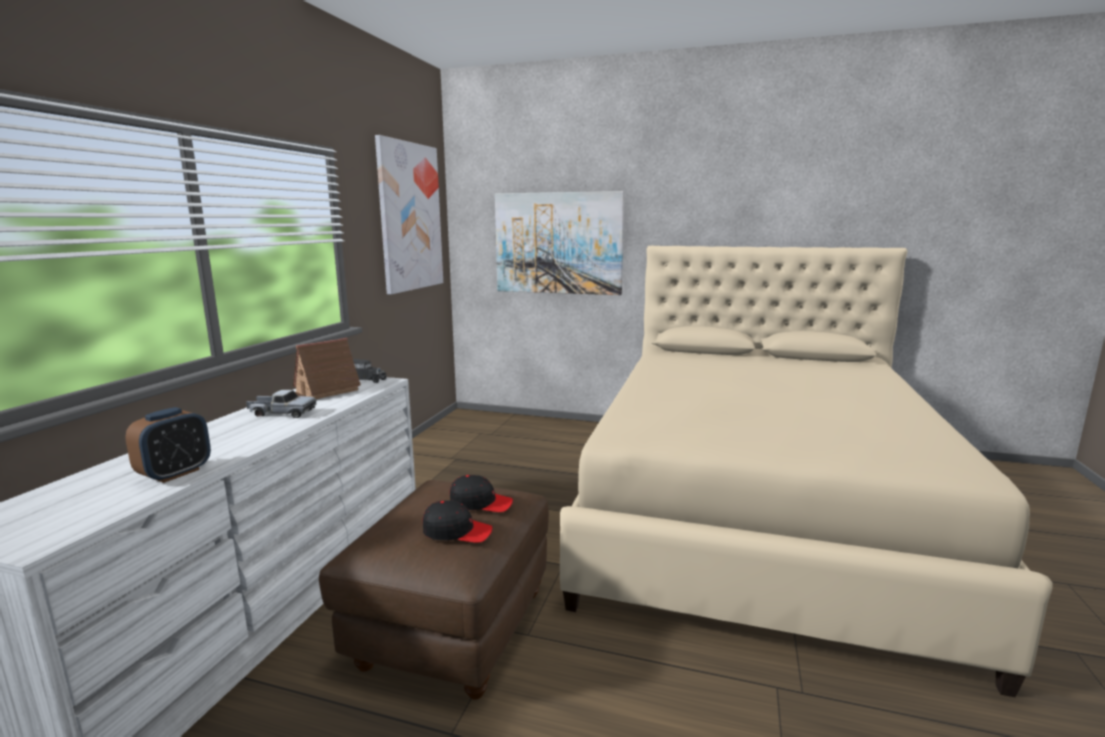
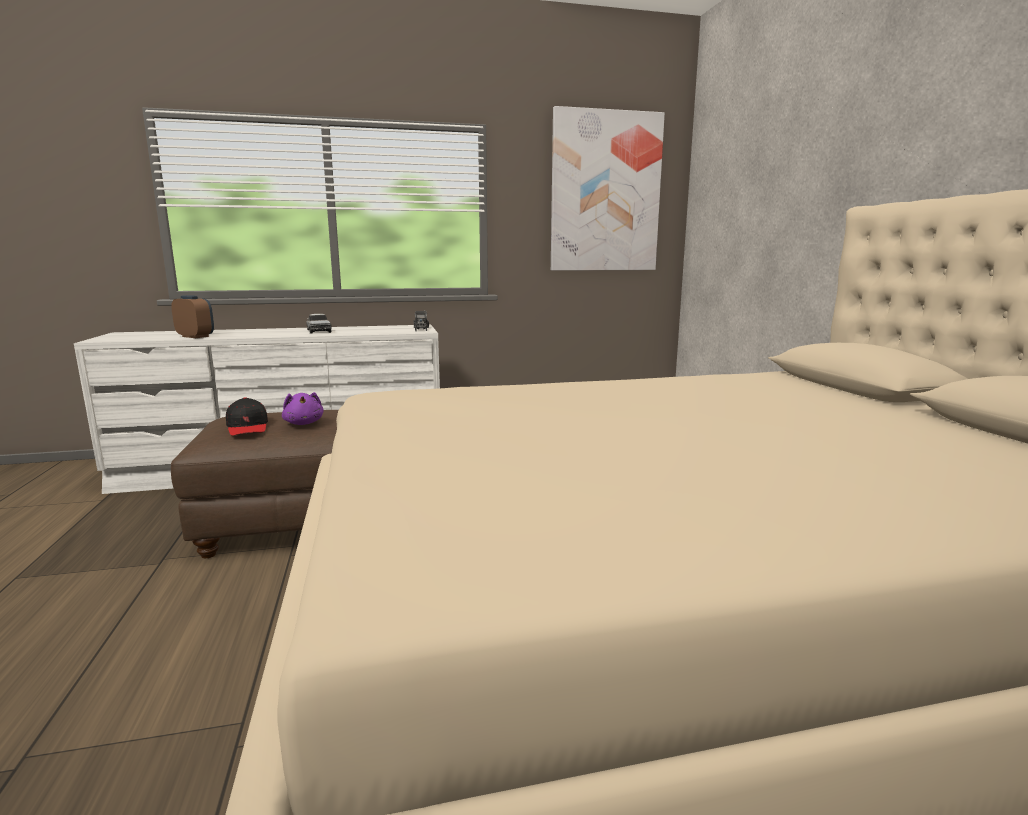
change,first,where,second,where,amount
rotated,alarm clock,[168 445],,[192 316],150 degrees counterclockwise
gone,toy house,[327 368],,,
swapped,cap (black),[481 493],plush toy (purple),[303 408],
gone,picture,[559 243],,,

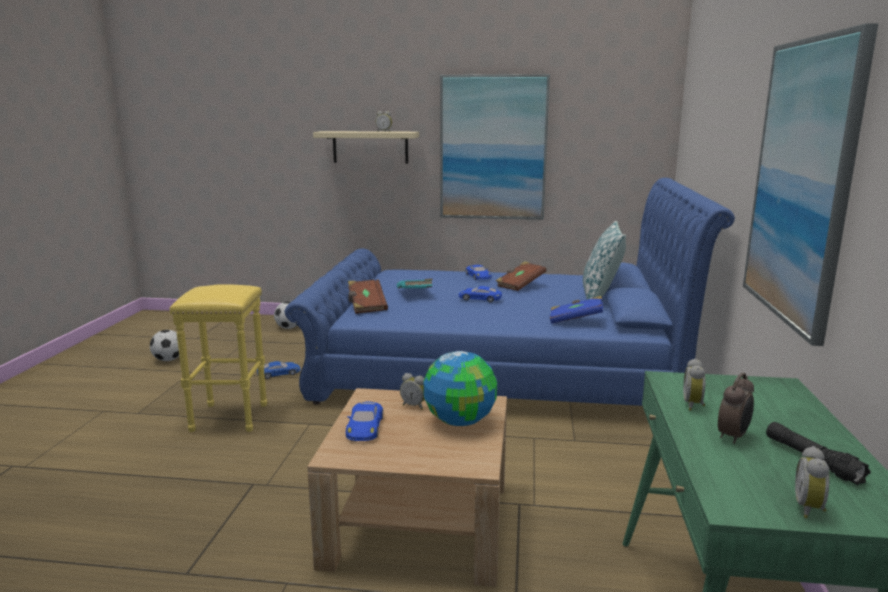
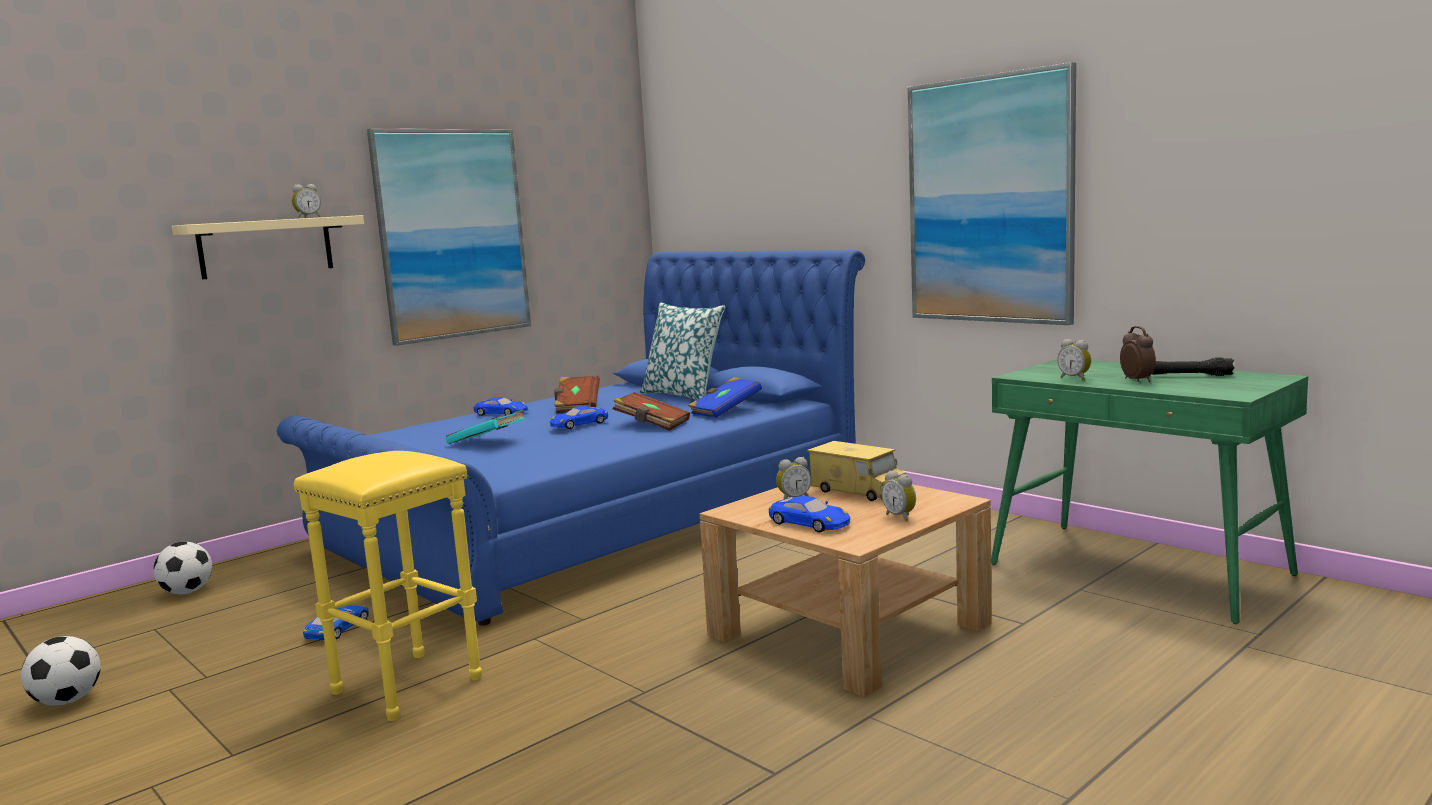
change,first,where,second,where,amount
shifted,book (brown),[368 297],,[651 411],
swapped,globe,[460 388],toy truck,[856 471],
shifted,alarm clock,[812 482],,[899 496],

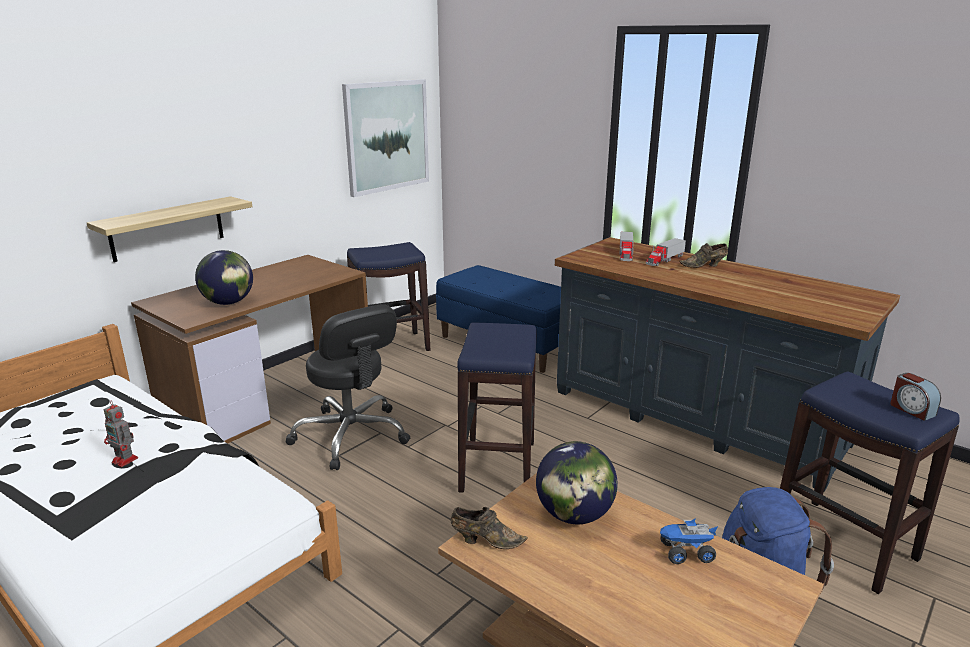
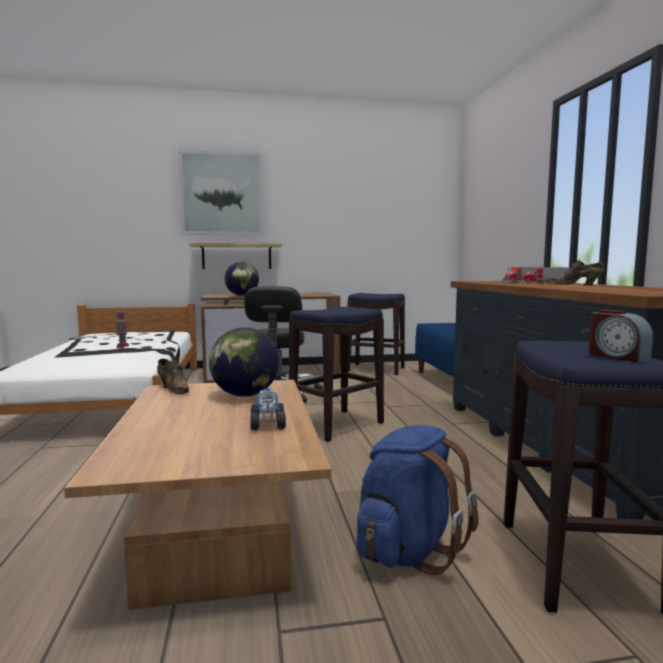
change,first,where,second,where,amount
shifted,picture,[385 138],,[220 192],
rotated,toy truck,[689 541],,[268 408],45 degrees clockwise
rotated,alarm clock,[915 397],,[620 336],45 degrees counterclockwise

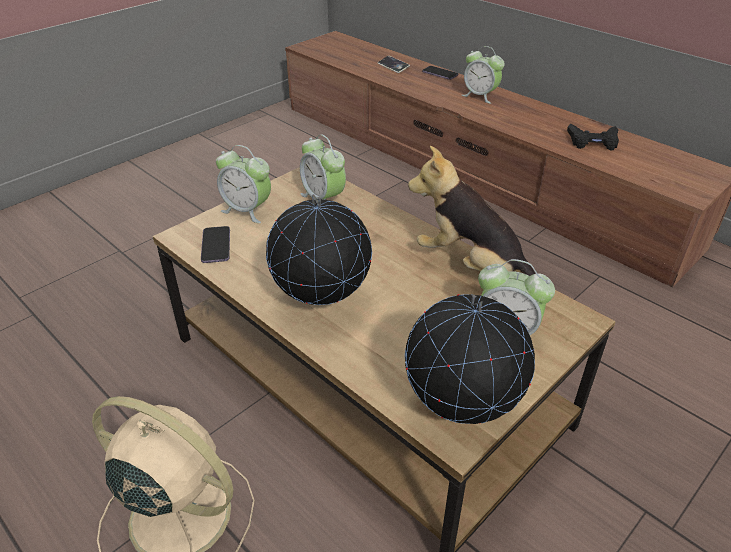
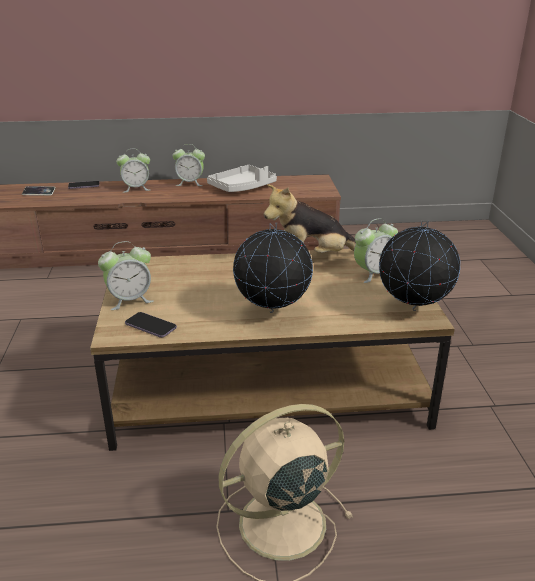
change,first,where,second,where,amount
shifted,alarm clock,[323 166],,[188 165],
swapped,game controller (black),[593 137],tray (grey),[242 178],

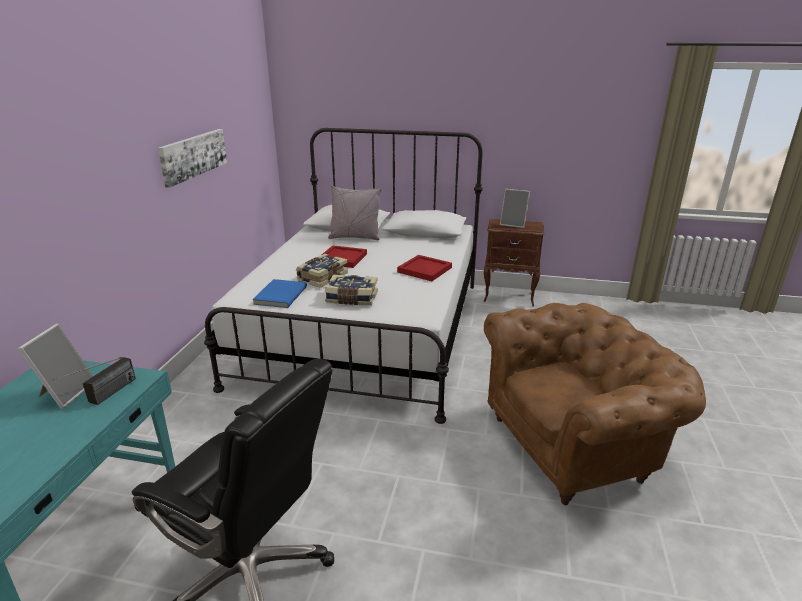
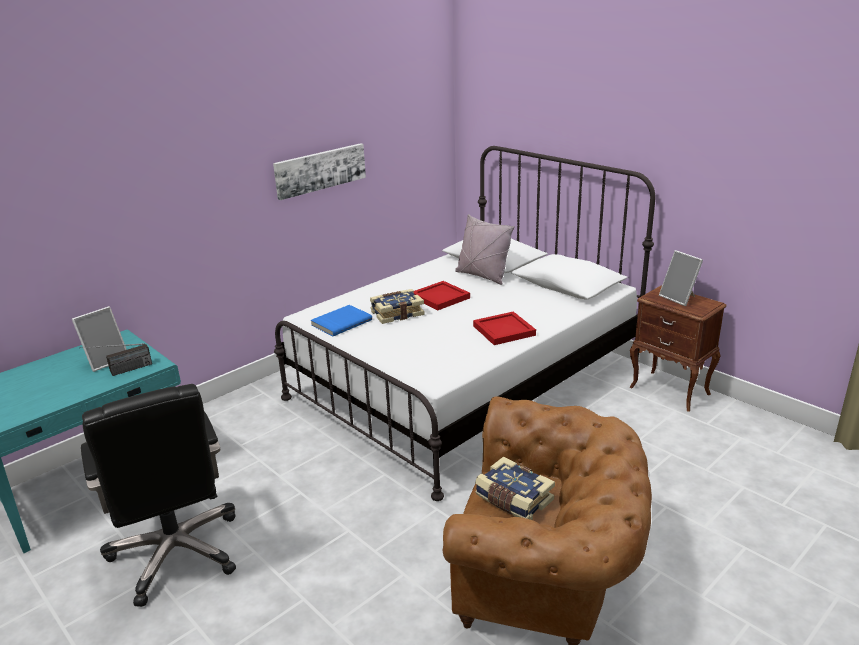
change,first,where,second,where,amount
shifted,book,[351 290],,[515 488],

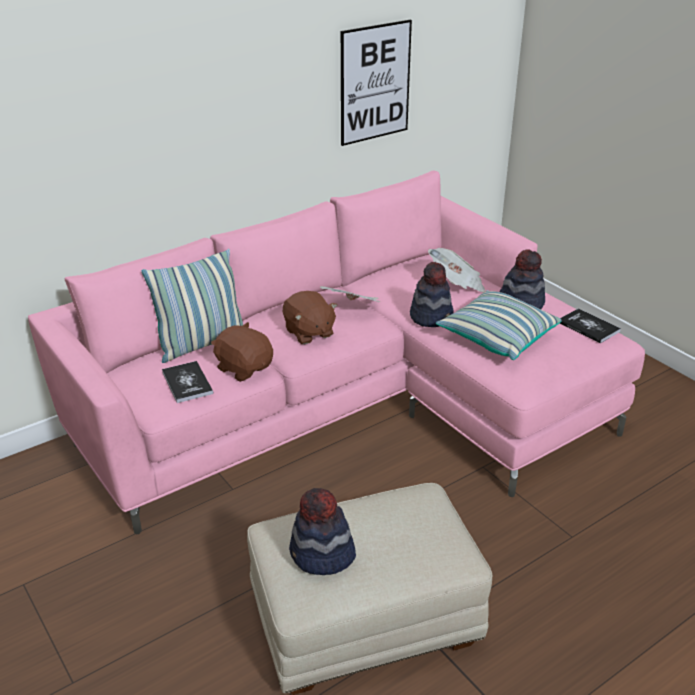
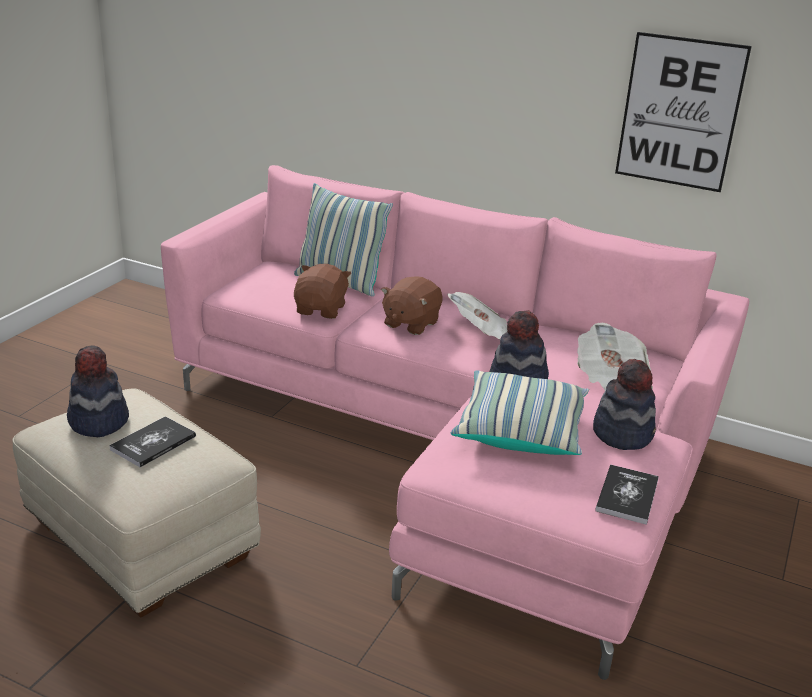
change,first,where,second,where,amount
shifted,book,[187 382],,[152 441],

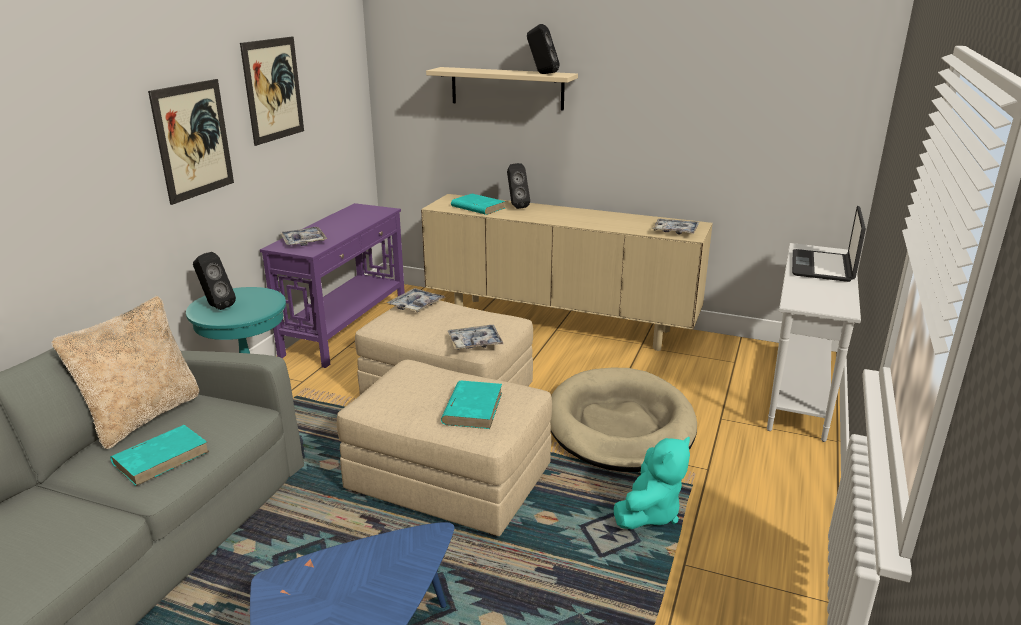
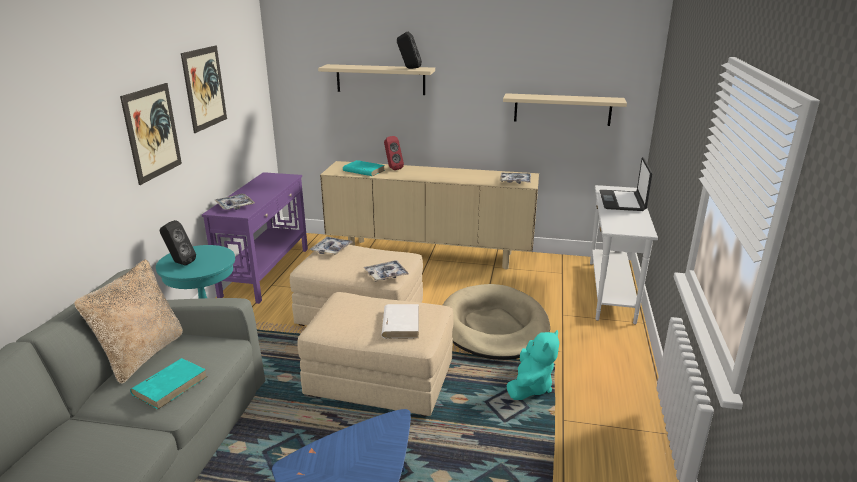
change,first,where,second,where,amount
repainted,book (turquoise),[471 405],book (white),[400 321],
repainted,speaker (black),[518 186],speaker (red),[394 153],
new,,,shelf (beige),[565 109],

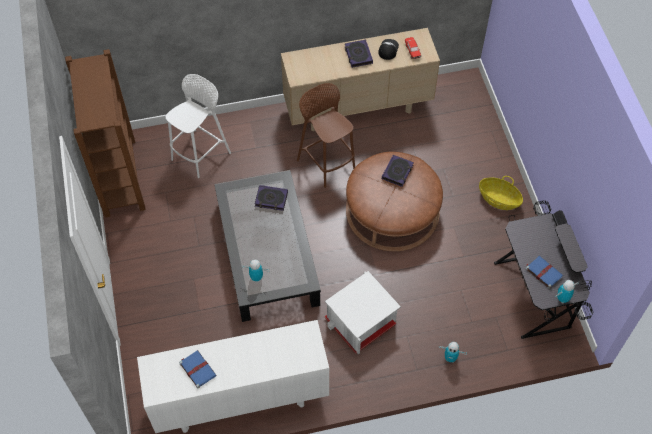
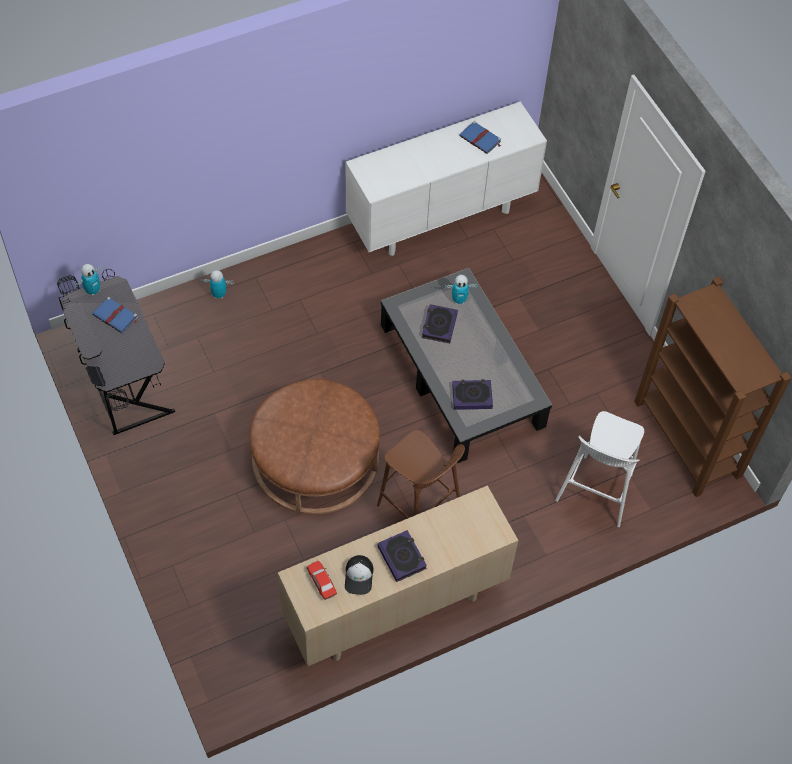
change,first,where,second,where,amount
gone,storage box (white),[363 312],,,
shifted,book,[398 171],,[440 323],
gone,basket,[501 193],,,

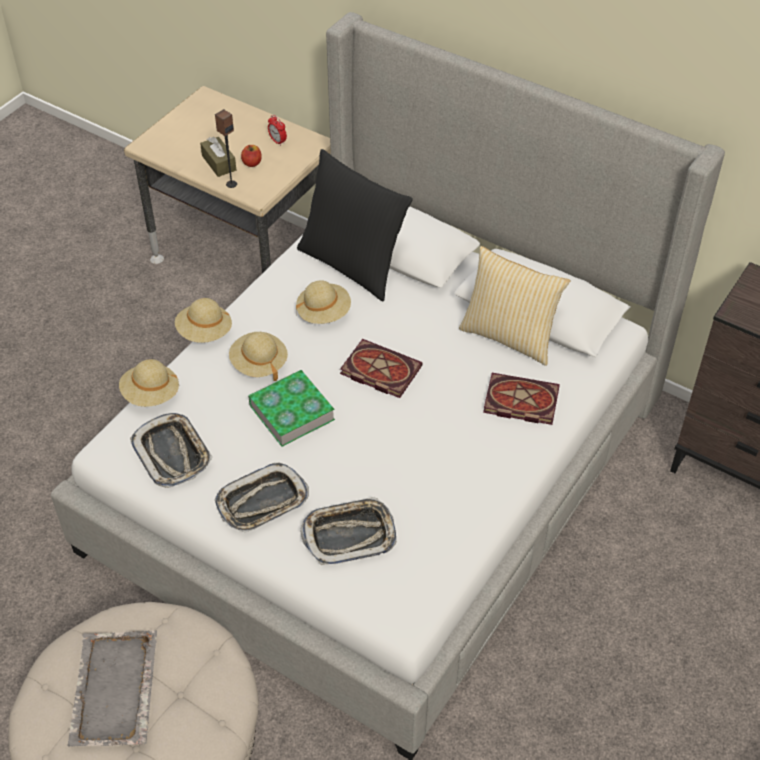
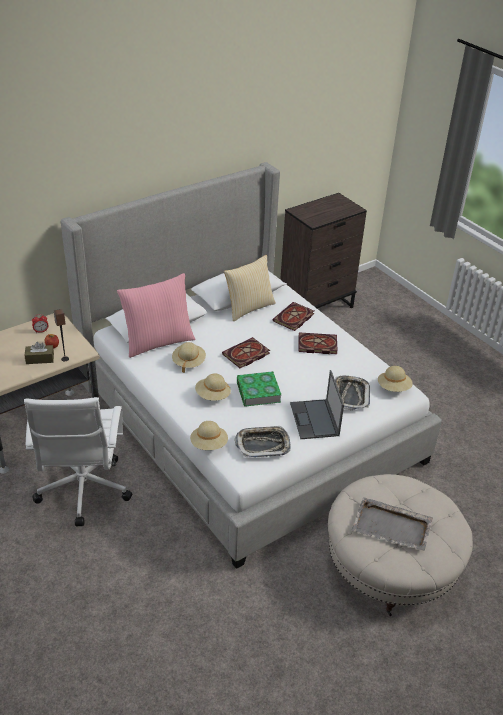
change,first,where,second,where,amount
shifted,hat (beige),[203 320],,[395 379],
swapped,tray,[262 498],laptop,[317 404],
repainted,pillow (black),[355 225],pillow (pink),[156 315],
new,,,office chair (white),[78 461],
new,,,book,[318 343],

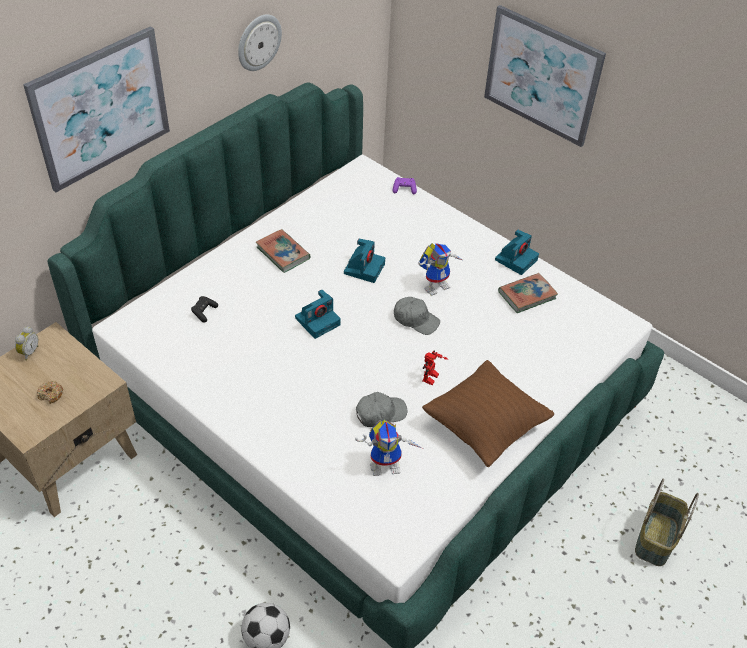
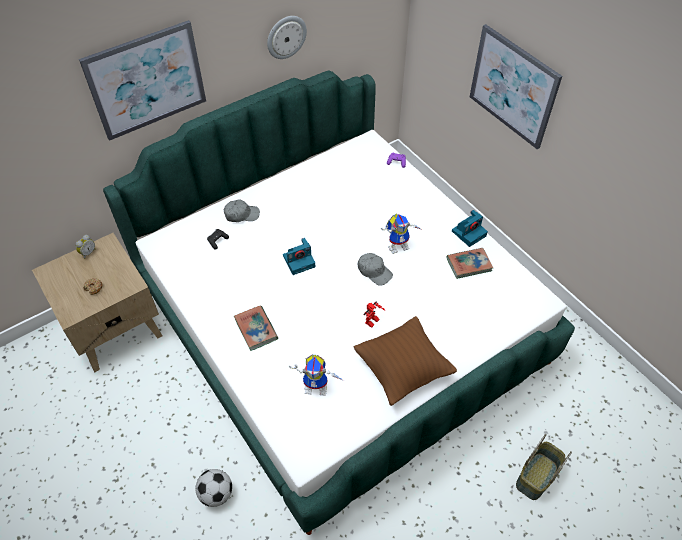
change,first,where,second,where,amount
shifted,book,[283 251],,[256 328],
gone,photo camera,[364 261],,,
shifted,cap (grey),[381 409],,[242 210],

